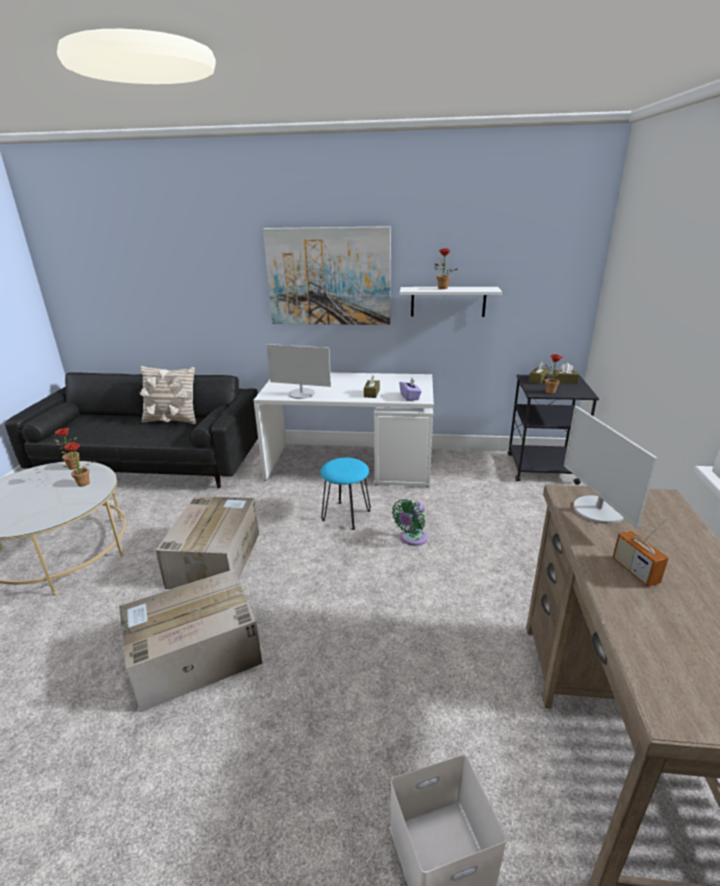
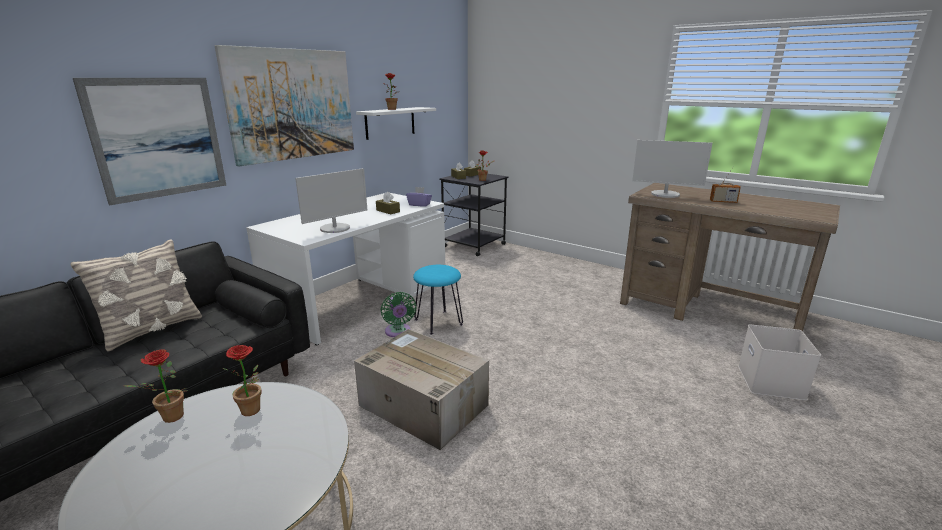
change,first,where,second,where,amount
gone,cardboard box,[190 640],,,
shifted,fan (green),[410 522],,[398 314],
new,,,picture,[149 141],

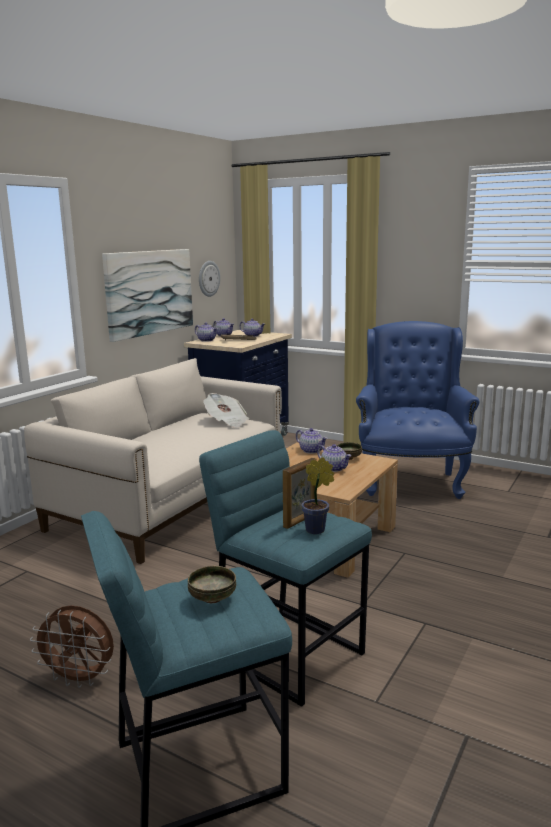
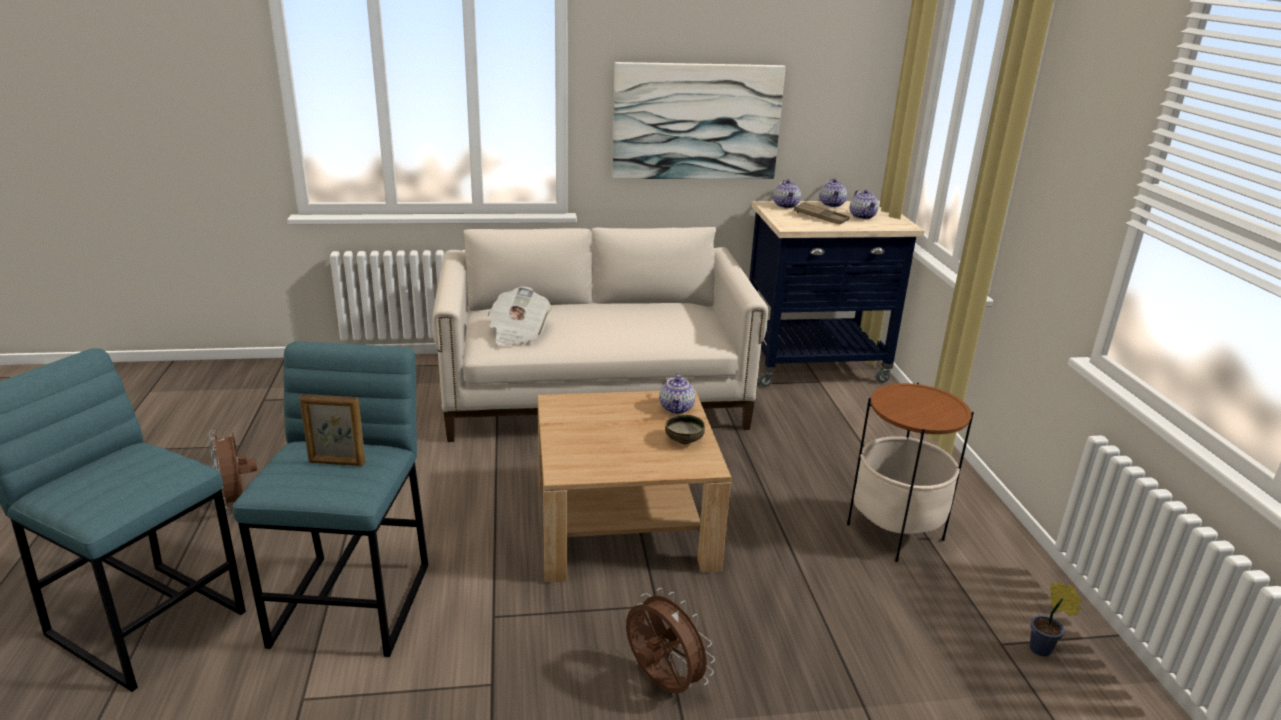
change,first,where,second,where,amount
gone,bowl,[212 584],,,
gone,wall clock,[209 279],,,
shifted,newspaper,[226 410],,[520 316],
shifted,potted plant,[317 495],,[1055 619],
gone,teapot,[334 458],,,
swapped,armchair (blue),[417 410],side table,[910 472],
new,,,fan (brown),[670 641],

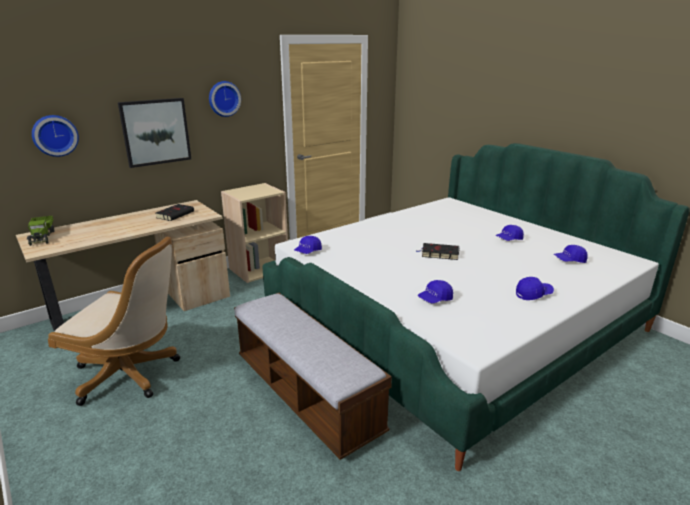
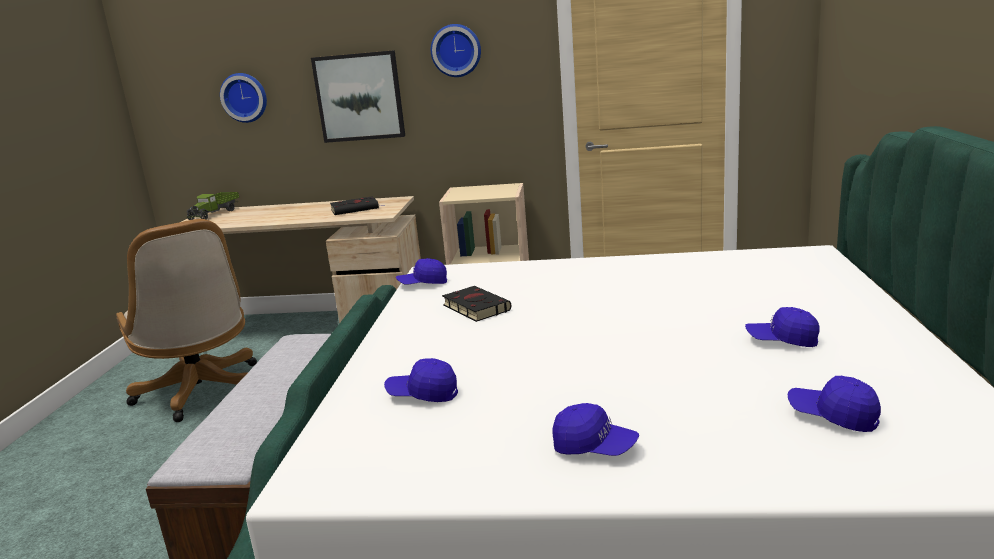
change,first,where,second,where,amount
shifted,book (black),[437 251],,[476 304],

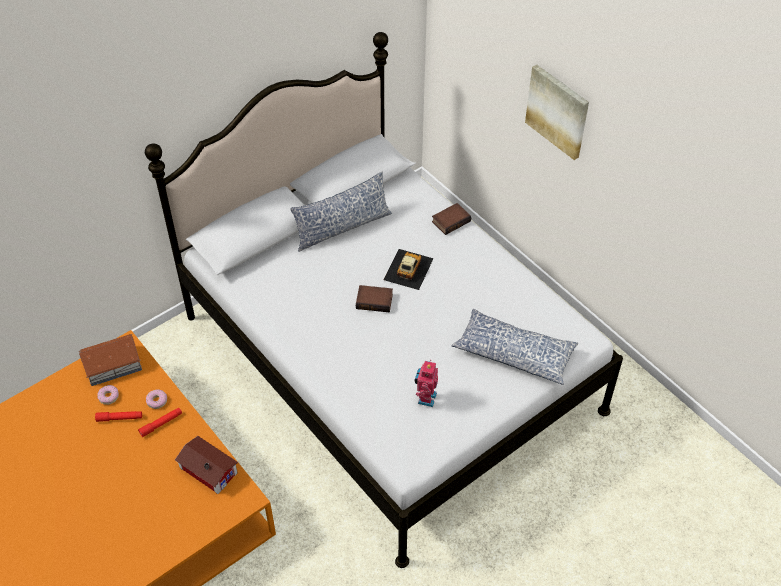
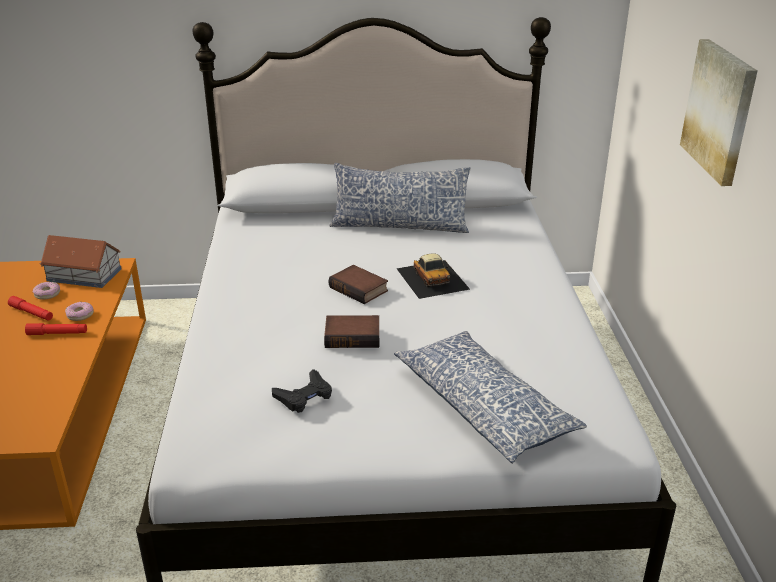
change,first,where,second,where,amount
gone,toy house,[206 465],,,
rotated,toy car,[409 269],,[433 276],105 degrees clockwise
swapped,toy robot,[426 383],game controller (black),[302 391],
shifted,book,[451 219],,[352 331],

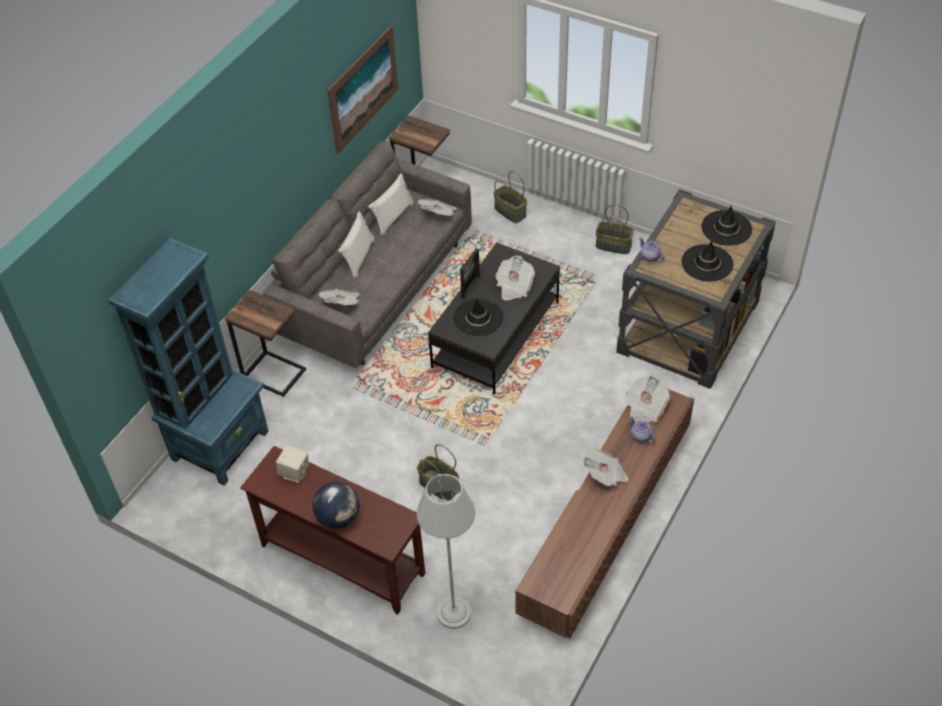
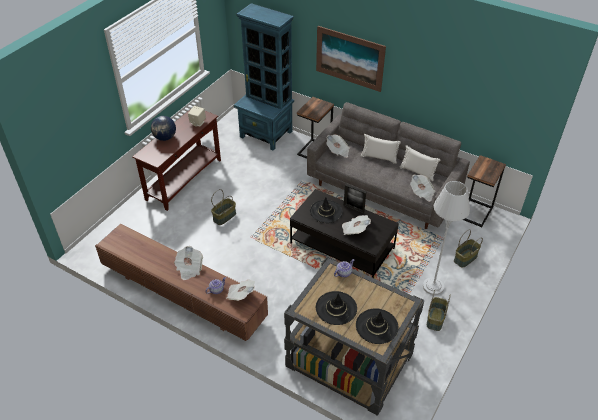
change,first,where,second,where,amount
shifted,picture,[362 90],,[351 59],
shifted,floor lamp (grey),[446 551],,[446 238],

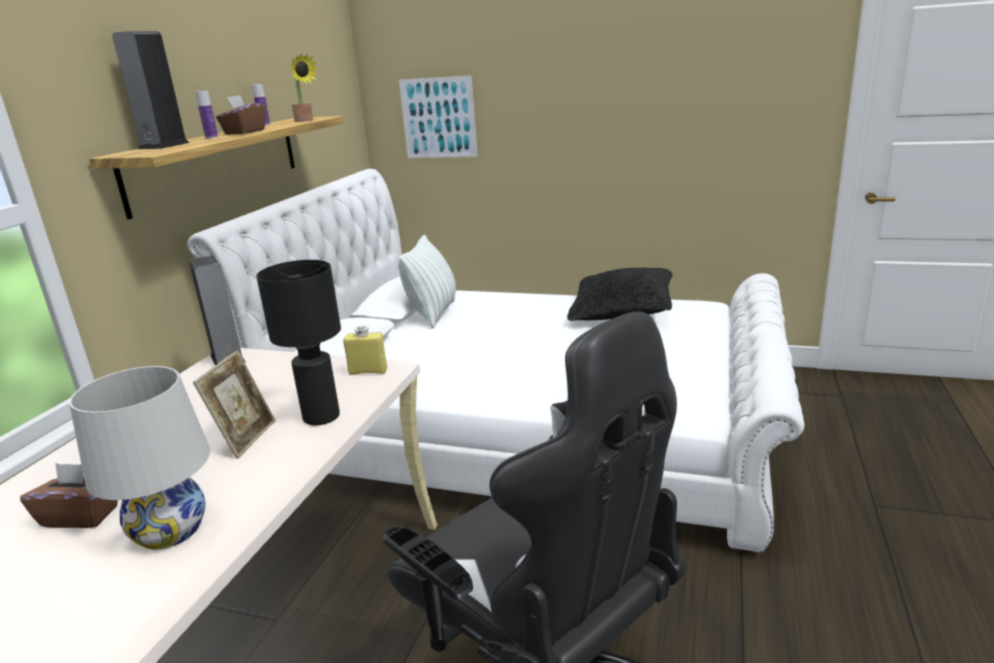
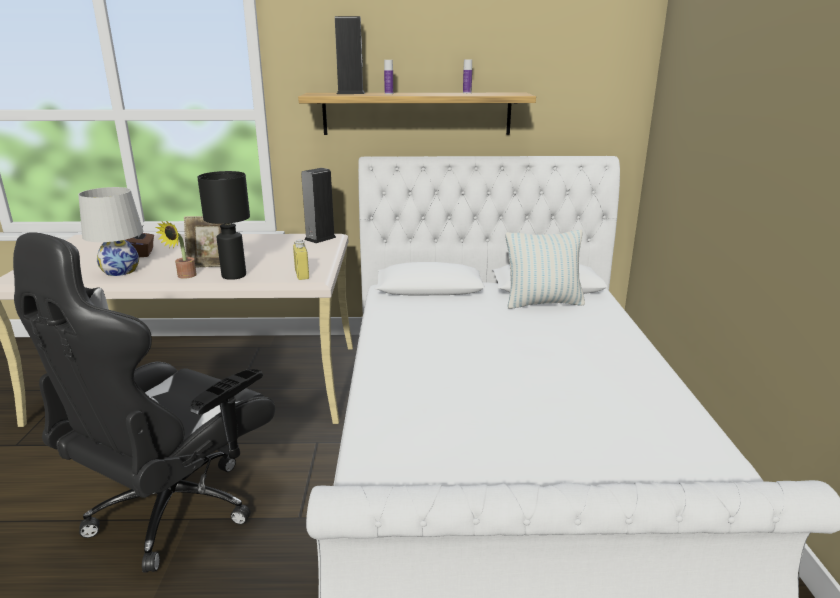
change,first,where,second,where,amount
gone,tissue box (brown),[240 115],,,
shifted,potted plant,[304 87],,[176 249],
gone,picture,[438 116],,,
gone,pillow (black),[620 294],,,

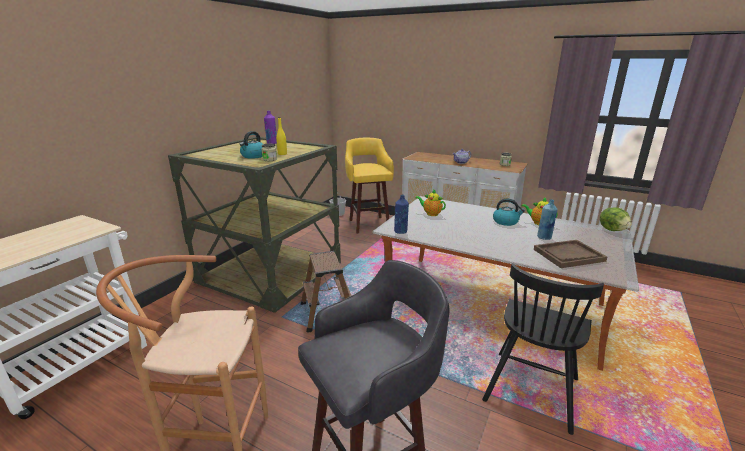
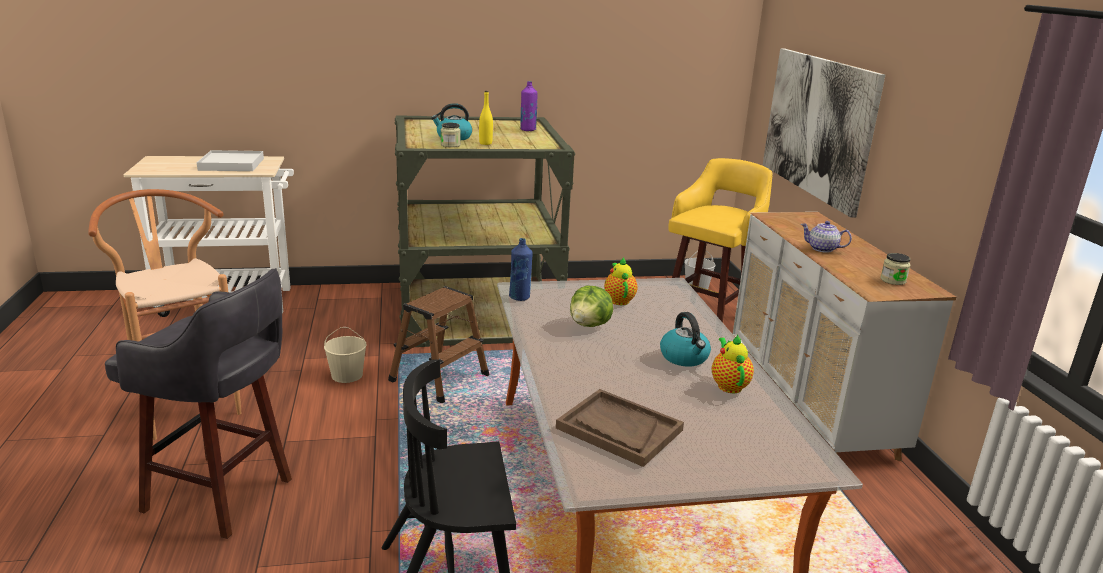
change,first,where,second,where,amount
gone,bottle (blue),[547 219],,,
shifted,lettuce,[616 219],,[591 306],
new,,,tray (white),[230 160],
new,,,bucket (beige),[345 355],
new,,,picture,[824 133],

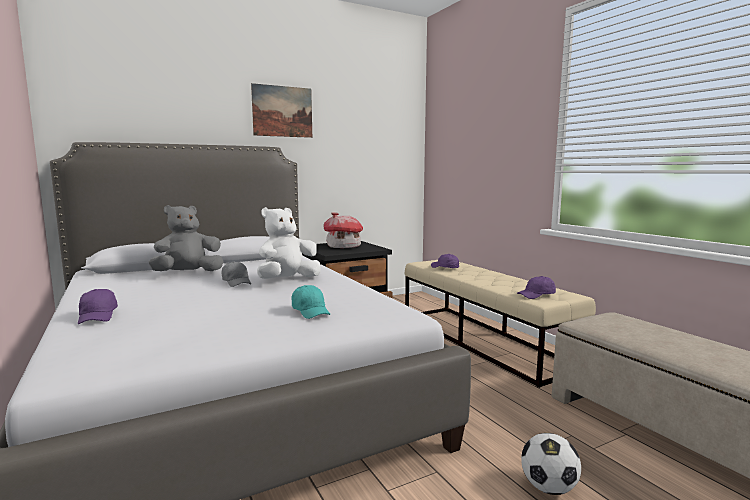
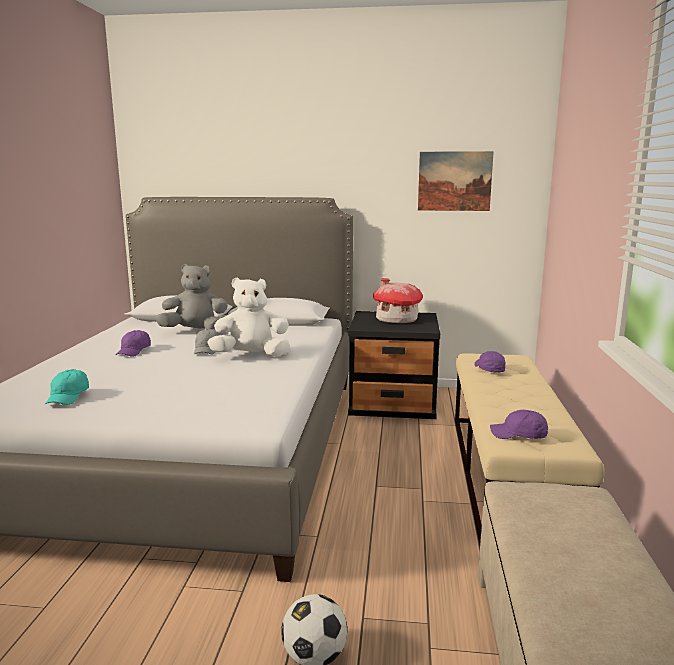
change,first,where,second,where,amount
shifted,cap (purple),[98 306],,[133 343],
shifted,picture,[281 110],,[456 181],
shifted,cap (turquoise),[310 302],,[67 387],

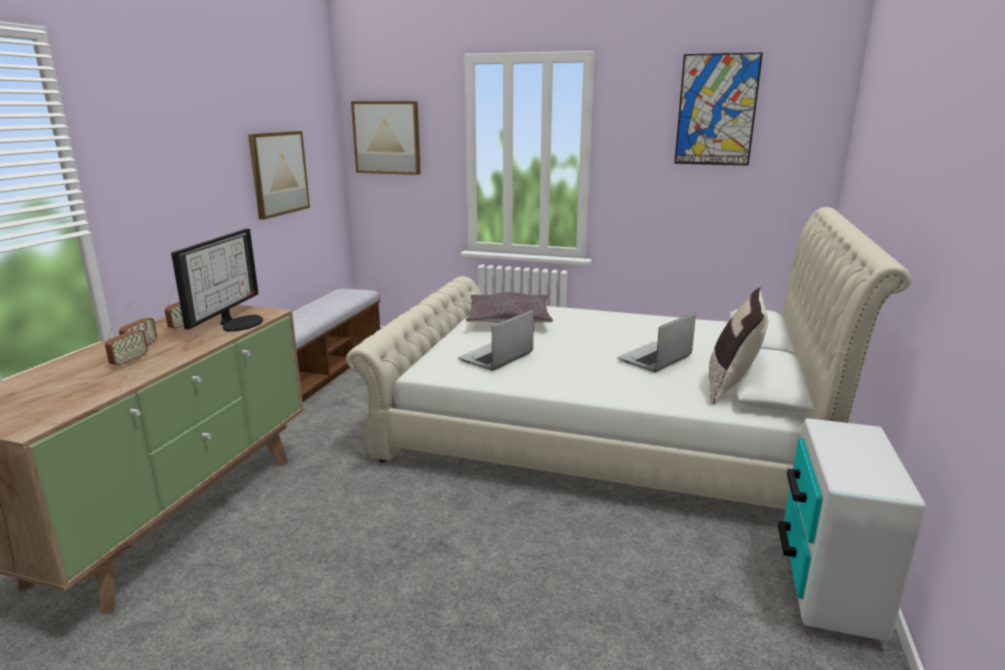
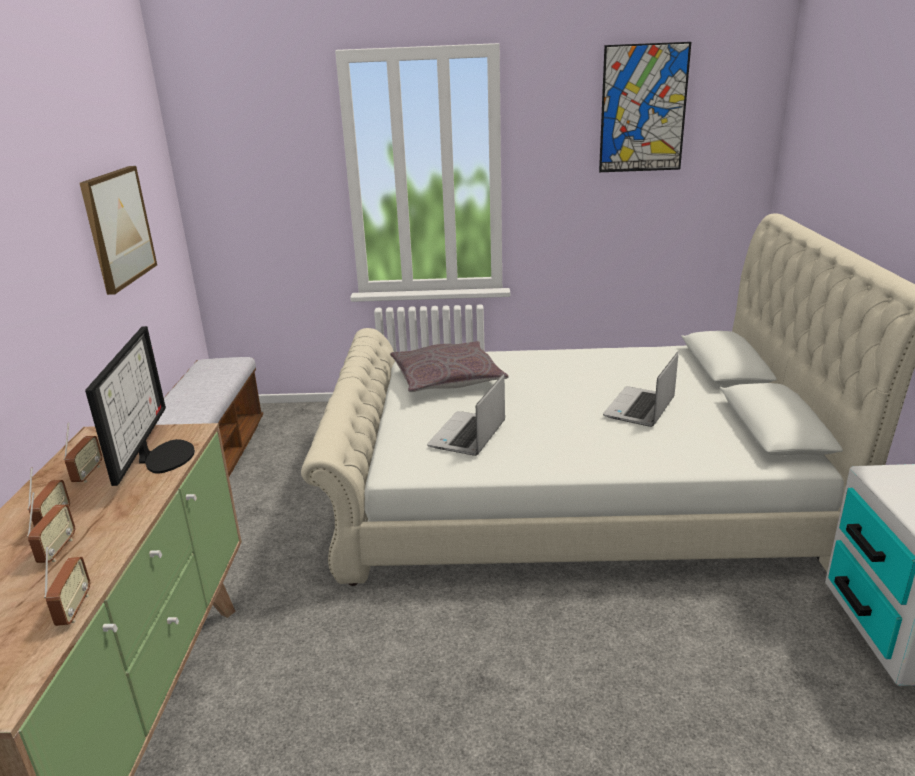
change,first,where,second,where,amount
gone,picture,[386 138],,,
gone,pillow,[738 346],,,
new,,,radio,[67 586],

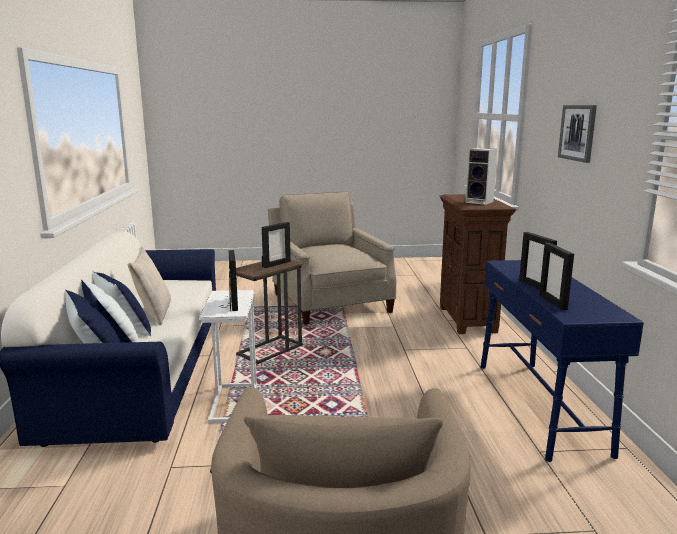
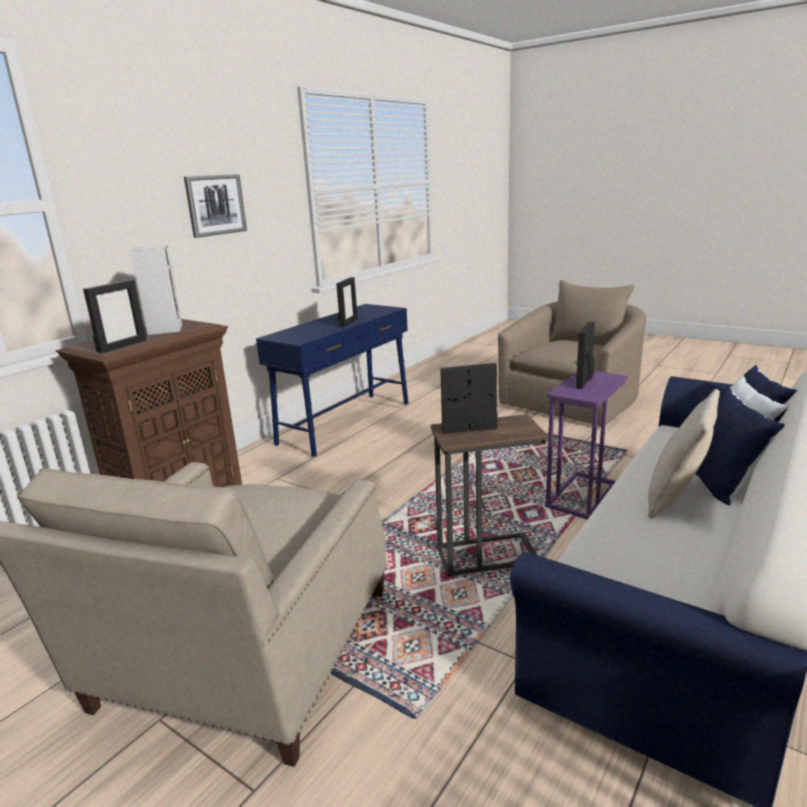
change,first,where,second,where,amount
repainted,side table (white),[228 356],side table (purple),[586 445],
shifted,picture frame,[556 276],,[115 316],

